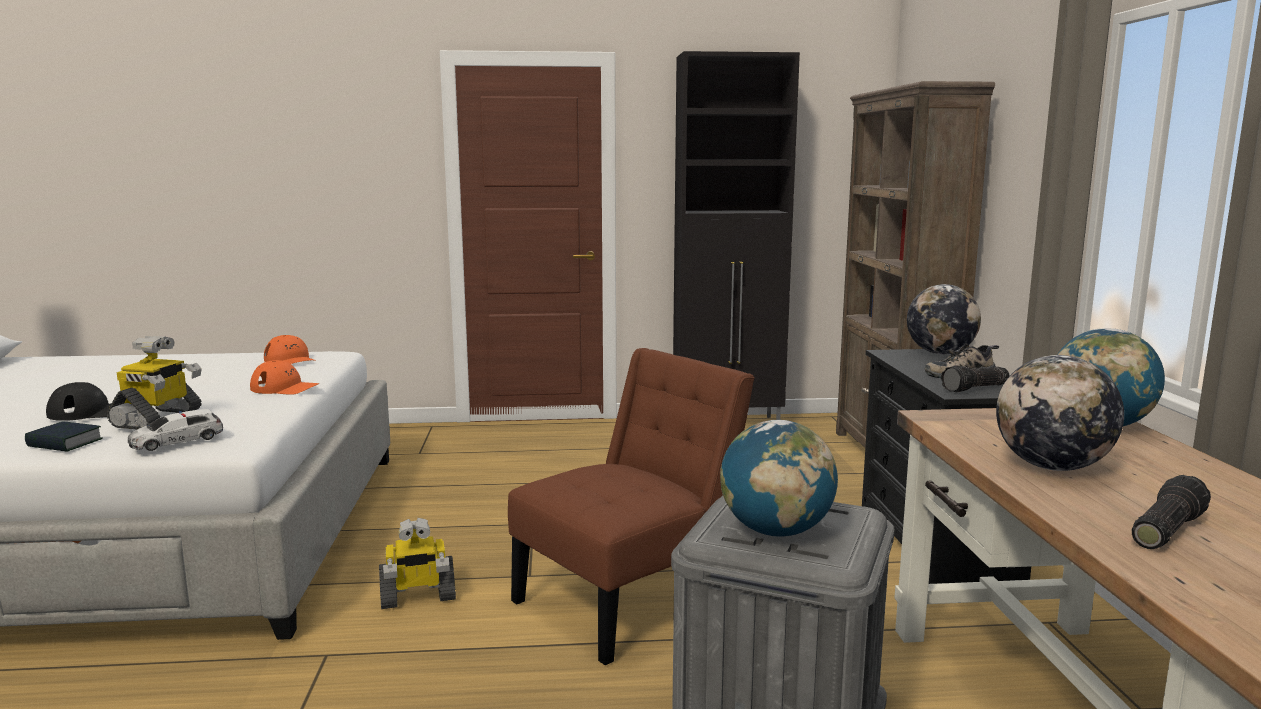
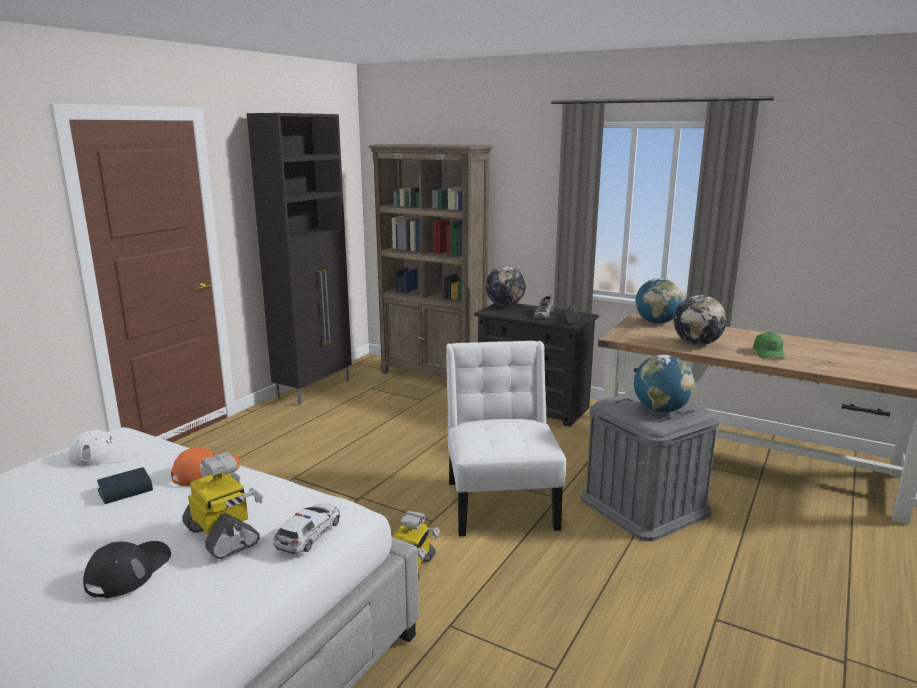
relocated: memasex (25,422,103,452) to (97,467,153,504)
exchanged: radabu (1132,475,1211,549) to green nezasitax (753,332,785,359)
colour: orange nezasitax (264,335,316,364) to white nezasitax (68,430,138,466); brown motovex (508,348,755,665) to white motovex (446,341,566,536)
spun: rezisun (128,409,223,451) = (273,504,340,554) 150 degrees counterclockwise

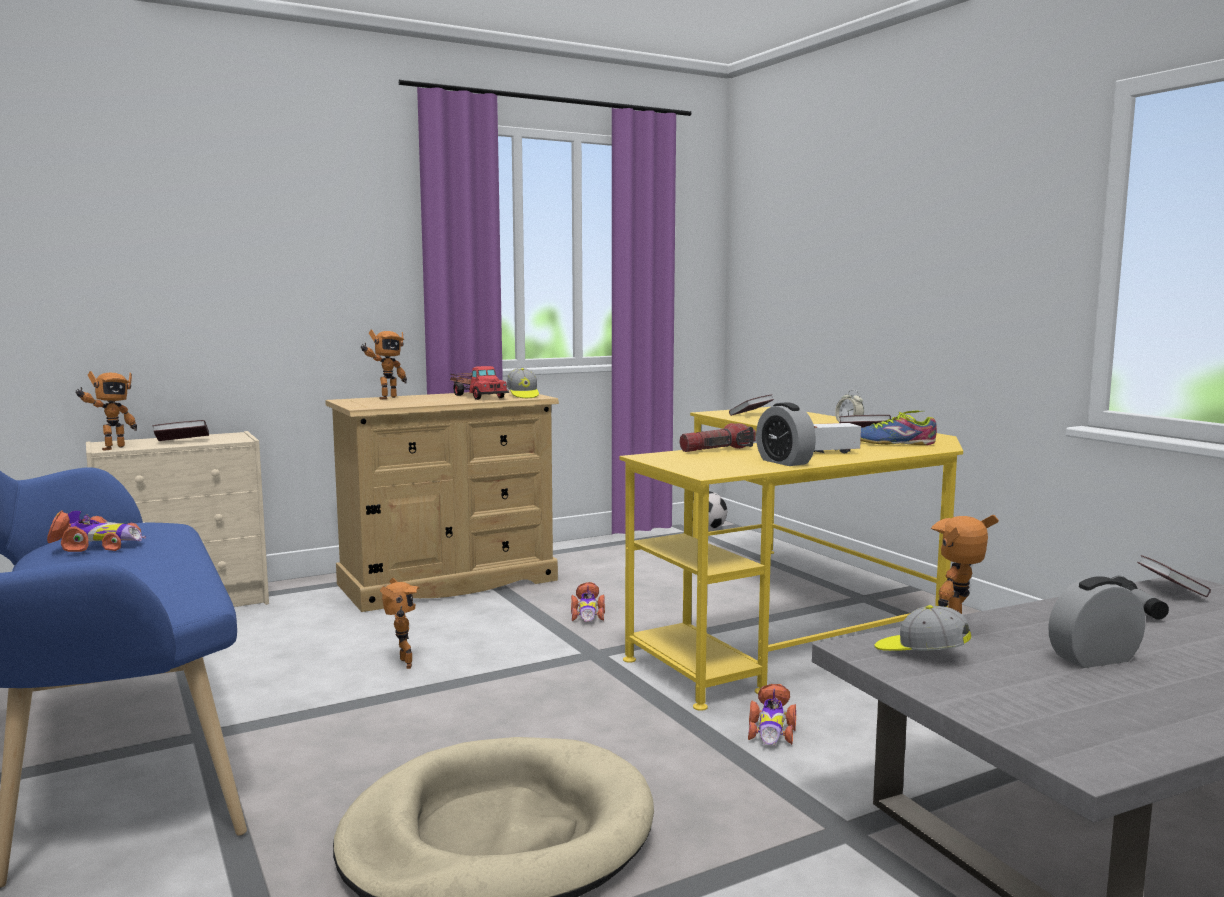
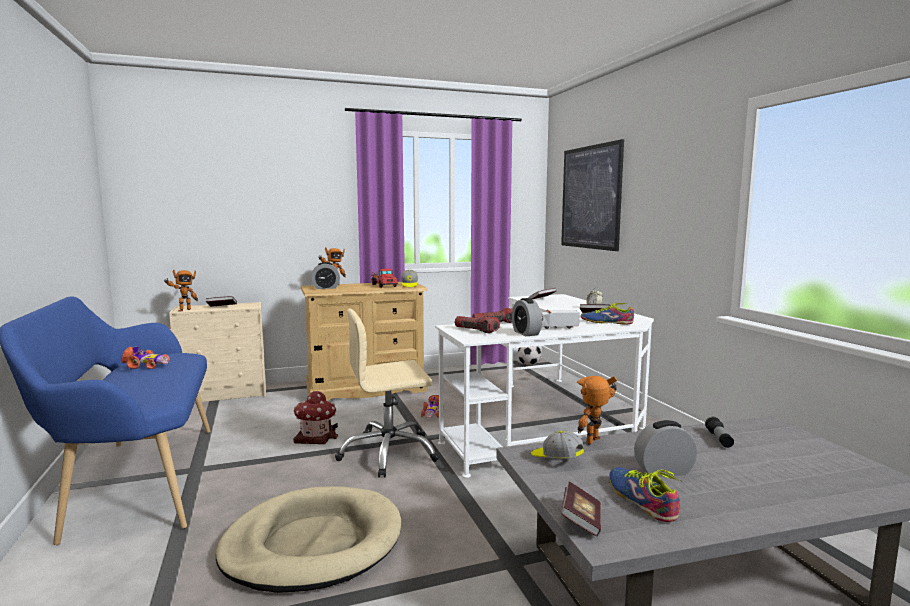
missing: rezisun (748,684,796,746)
appeared: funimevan (311,262,340,289); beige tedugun (335,309,440,477); radabu (455,316,500,333); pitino (561,139,624,251); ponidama (609,467,681,522)
relocated: memasex (1137,555,1211,597) to (561,482,601,536)
exchanged: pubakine (380,578,419,669) to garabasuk (294,391,338,444)
colour: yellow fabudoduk (619,407,963,711) to white fabudoduk (435,294,654,478)

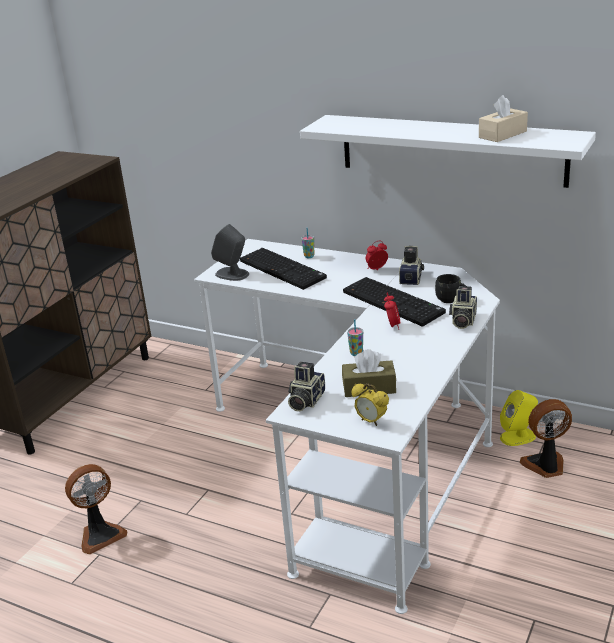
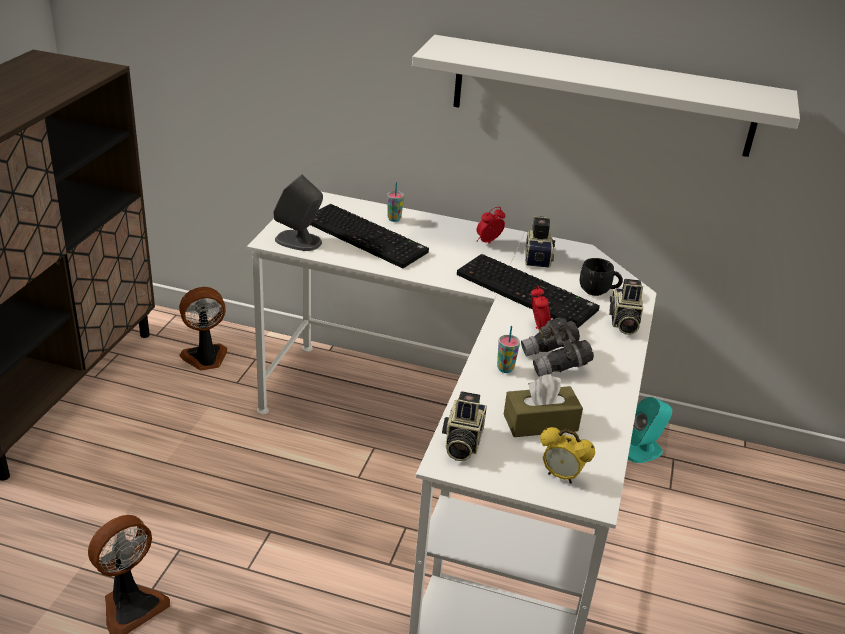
missing: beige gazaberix (479,95,528,142)
appeared: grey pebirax (521,318,594,377)
relocated: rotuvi (520,399,572,478) to (179,287,227,371)
colour: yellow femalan (500,390,538,446) to turquoise femalan (628,397,672,463)

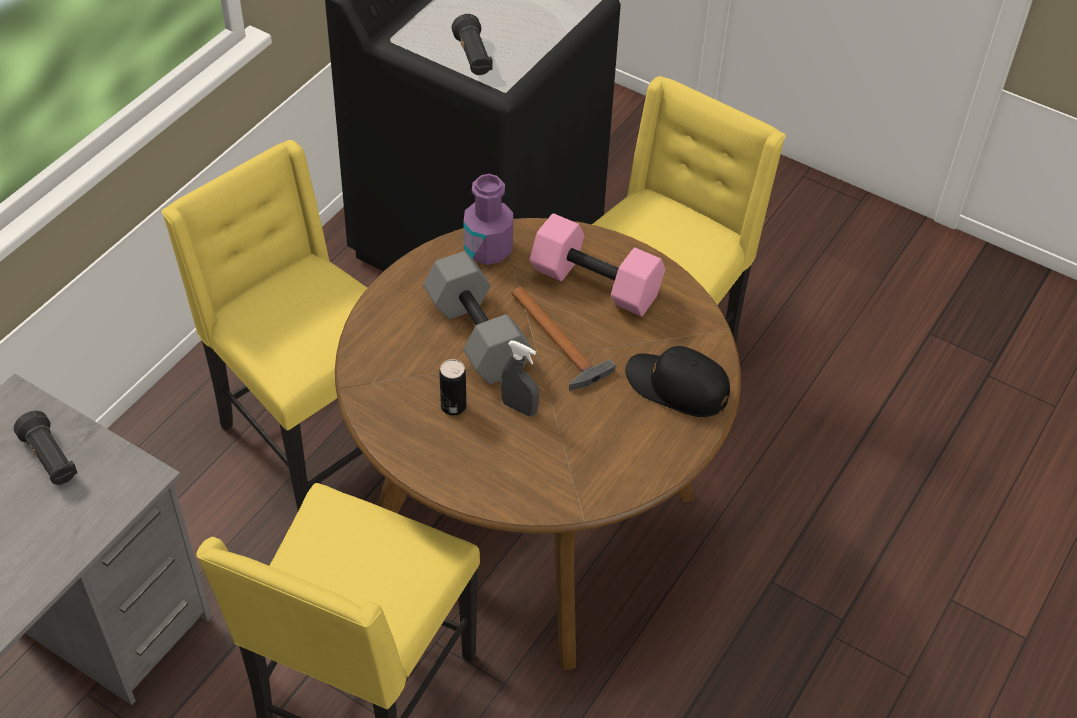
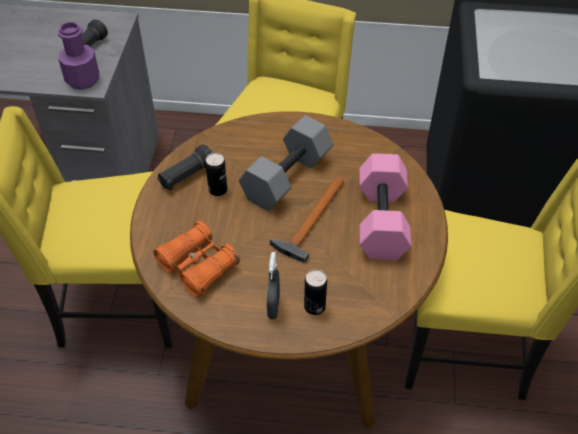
appeared: orange pebirax (153,221,240,297)
relocated: black radabu (452,14,493,75) to (158,144,213,190); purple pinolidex (463,174,513,265) to (58,22,99,90); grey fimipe (500,341,539,416) to (267,252,280,319)
exchanged: black nezasitax (625,346,730,417) to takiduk (304,269,327,315)

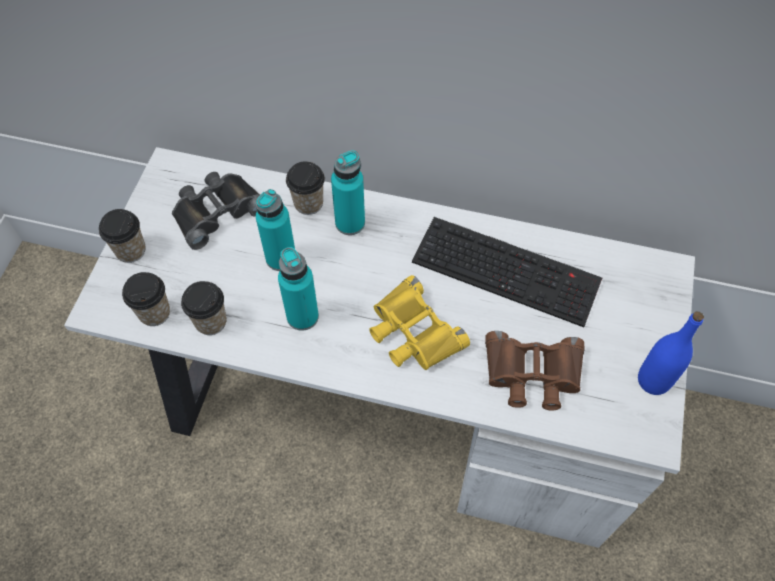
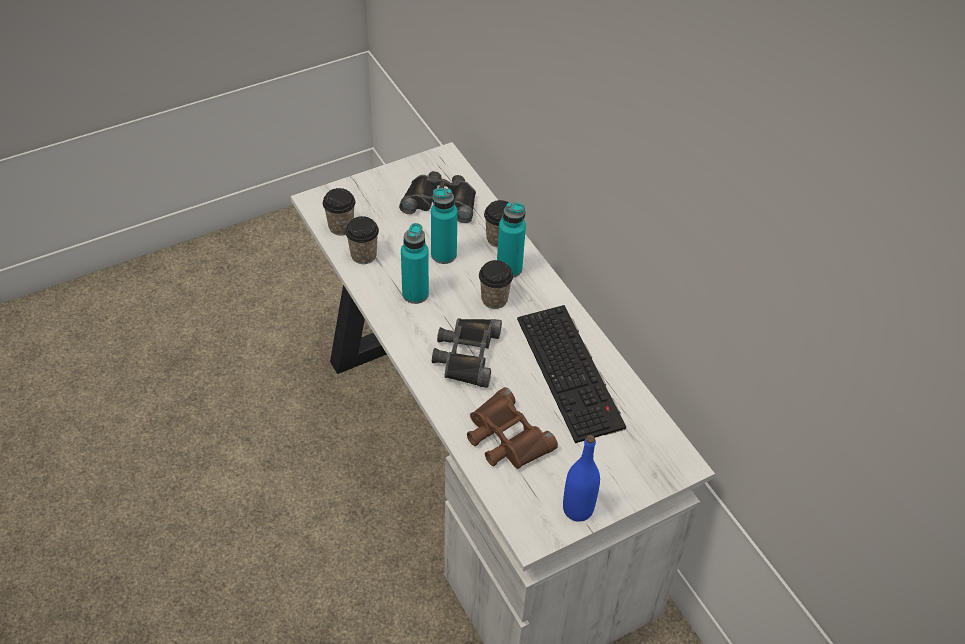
relocated: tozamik (99,209,146,263) to (479,260,513,309)
colour: yellow pebirax (369,275,470,370) to black pebirax (432,318,502,388)

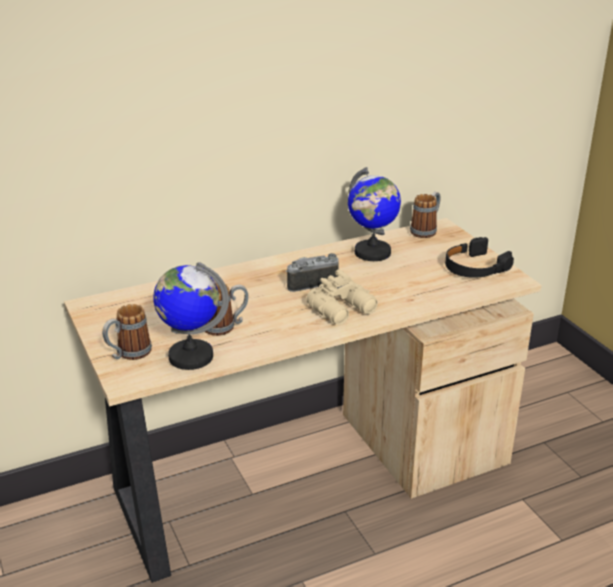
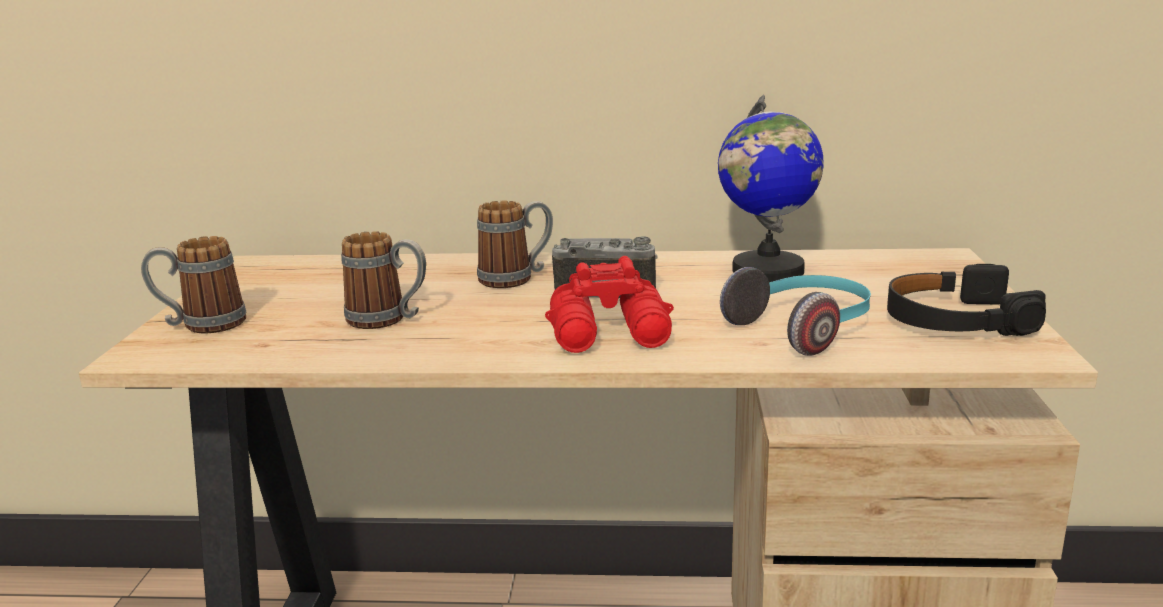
missing: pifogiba (153,262,229,370)
appeared: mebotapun (720,267,871,356)
relocated: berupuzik (410,192,441,238) to (477,200,553,288)
colour: beige pebirax (306,269,378,325) to red pebirax (545,256,674,353)

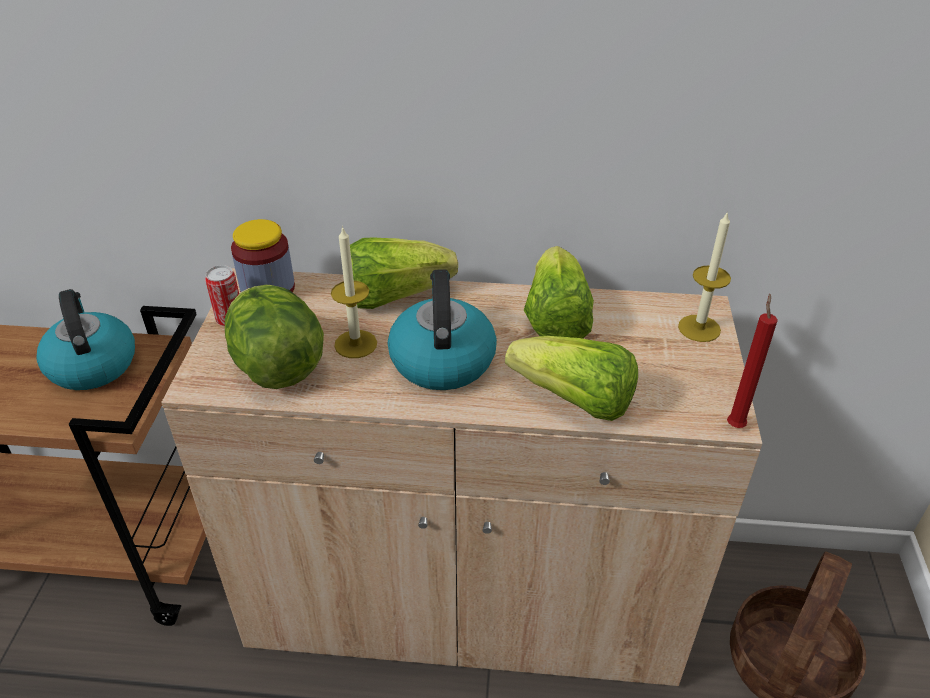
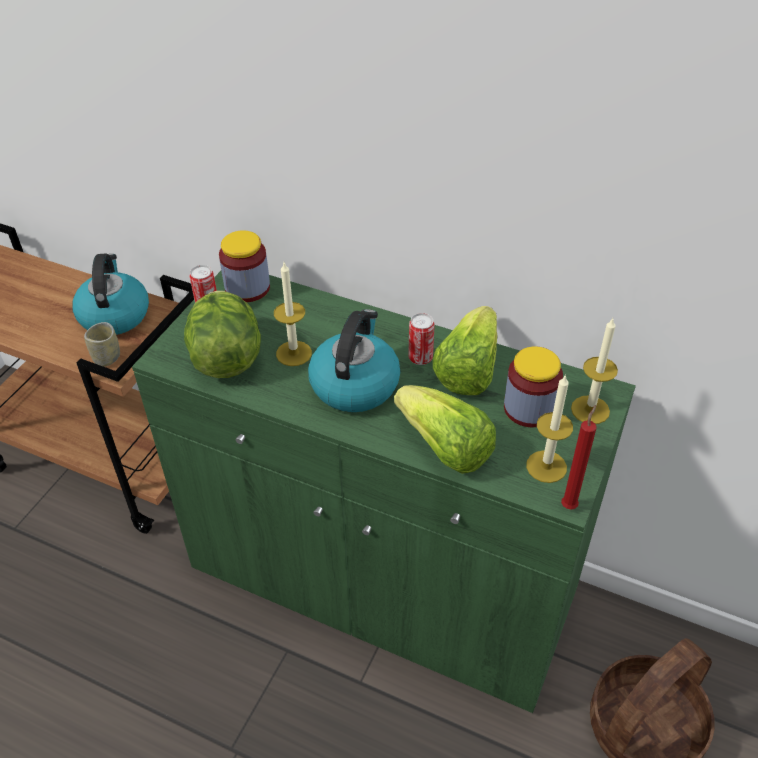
missing: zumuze (350,237,458,309)
appeared: tozamik (84,322,120,367); takiduk (408,313,435,365); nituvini (504,346,563,427); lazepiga (526,374,573,483)
colour: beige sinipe (161,268,762,686) to green sinipe (132,271,636,713)

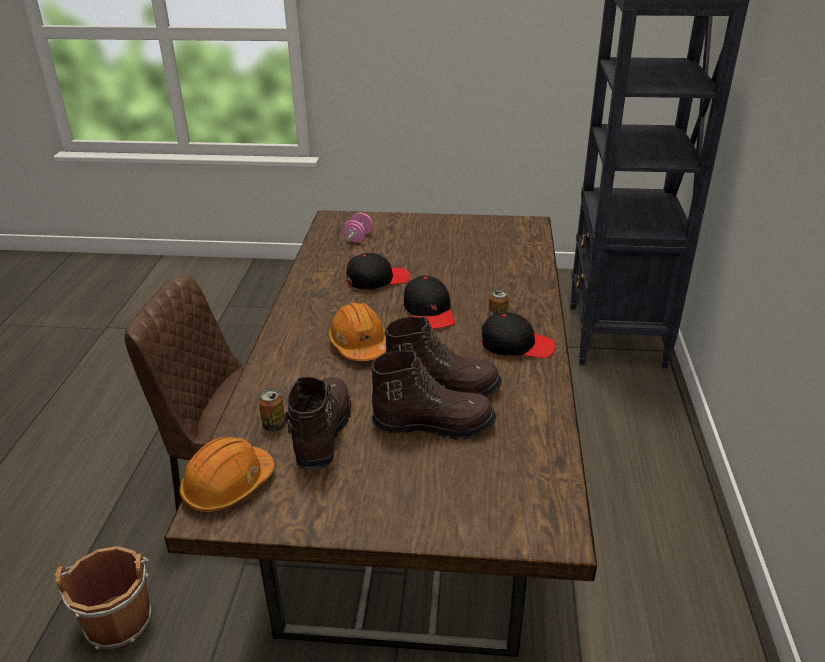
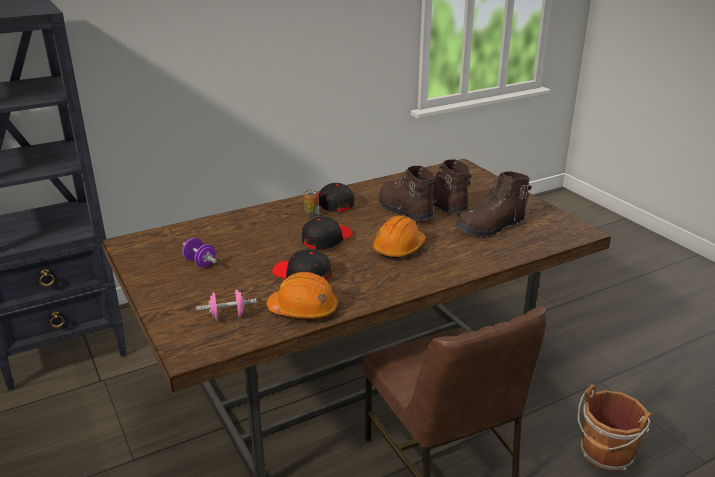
missing: takiduk (259,389,286,432)
appeared: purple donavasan (182,238,217,268)
relocated: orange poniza (179,436,275,512) to (266,272,338,319)

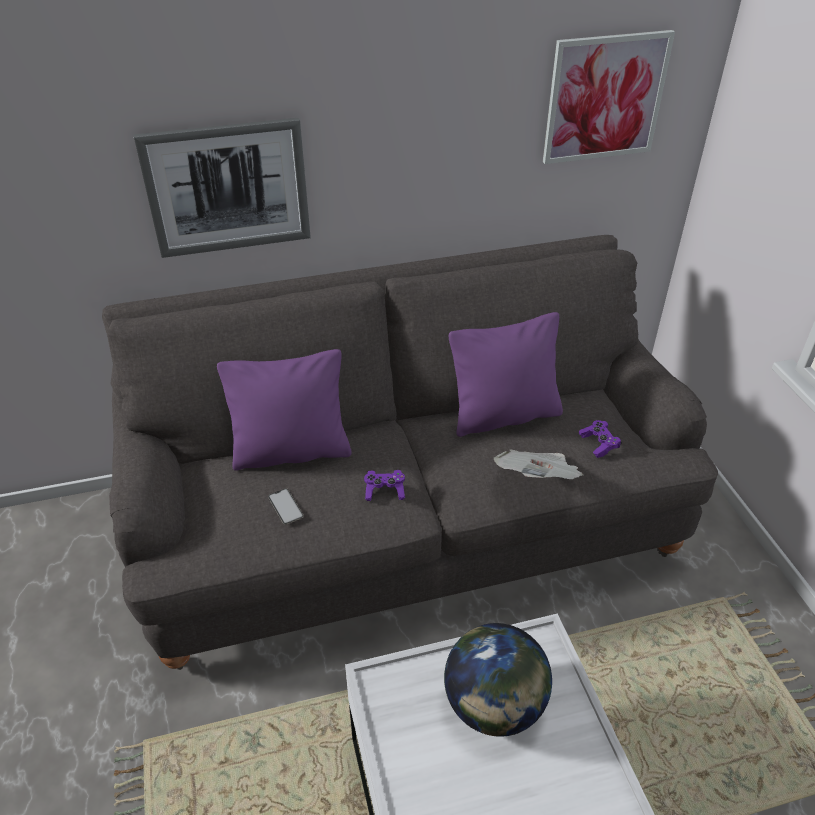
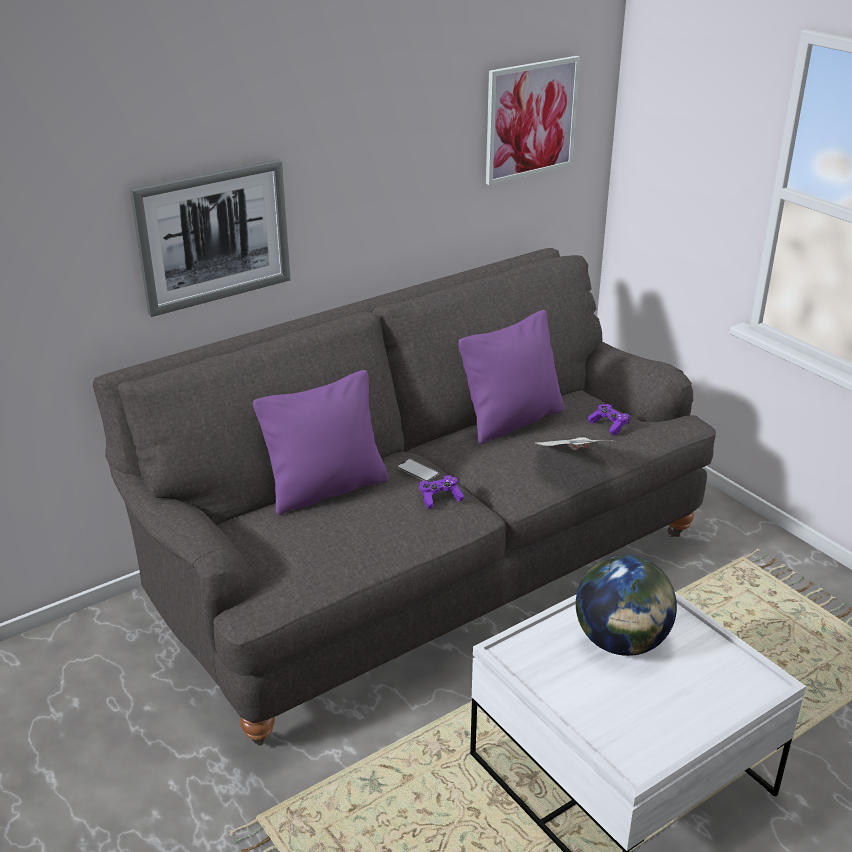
relocated: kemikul (268,488,304,525) to (397,458,439,482)

